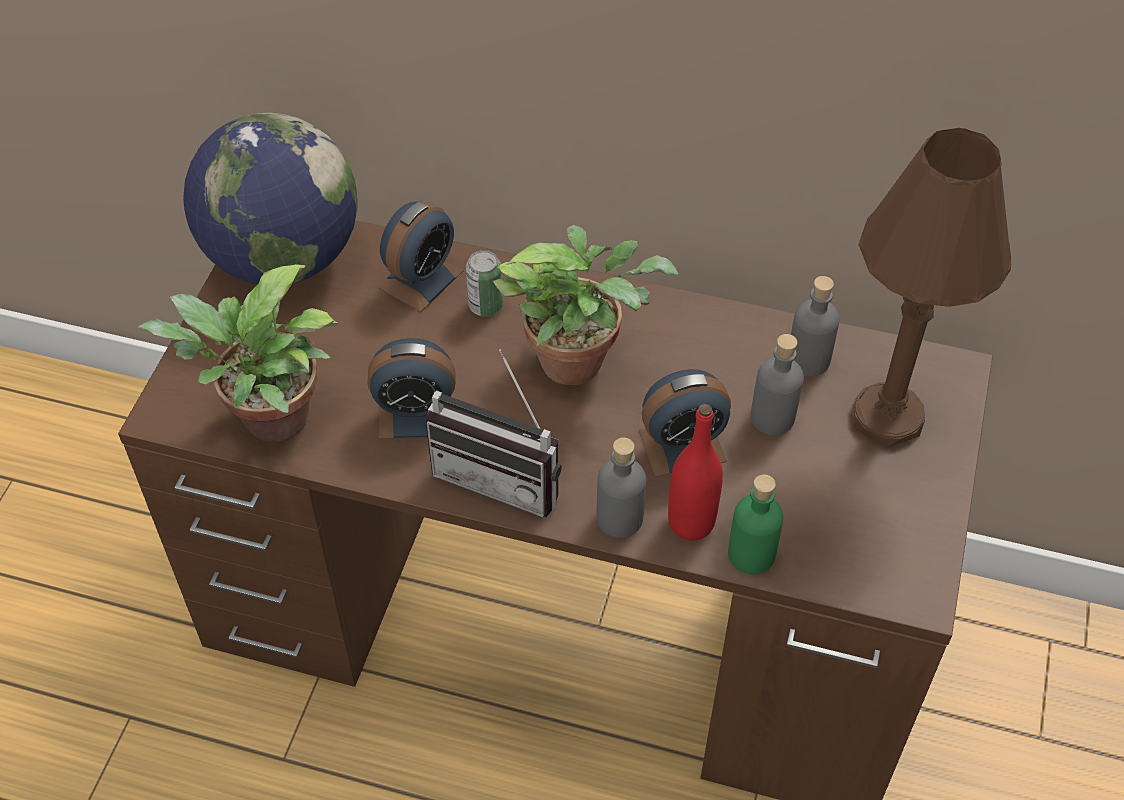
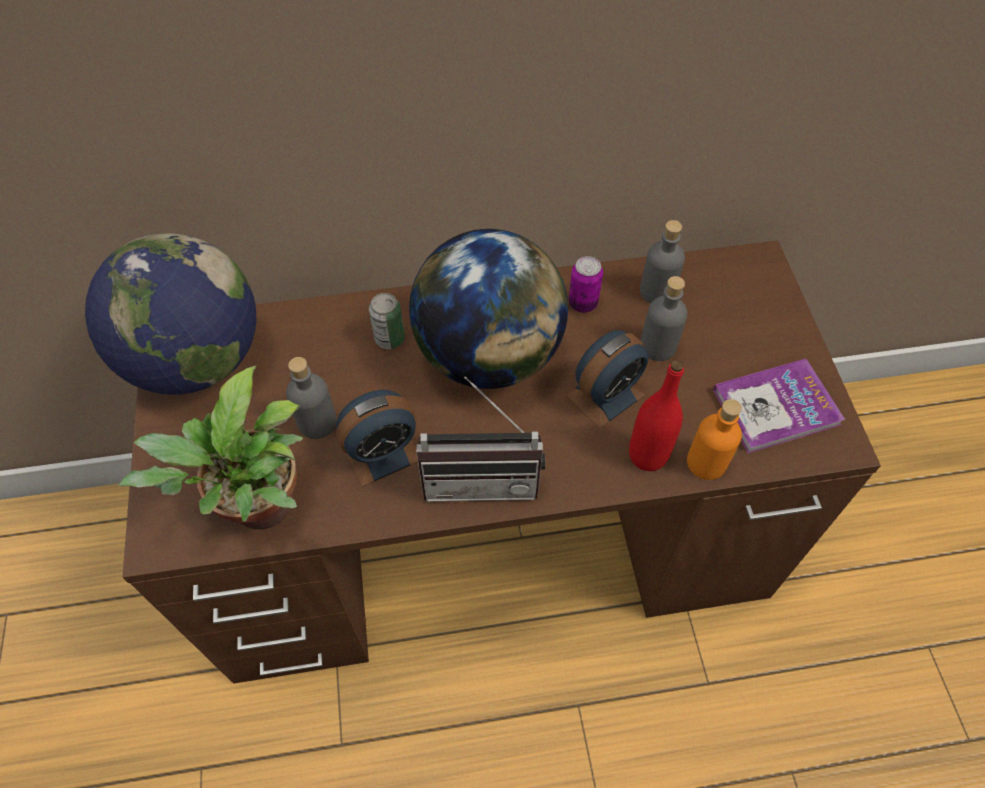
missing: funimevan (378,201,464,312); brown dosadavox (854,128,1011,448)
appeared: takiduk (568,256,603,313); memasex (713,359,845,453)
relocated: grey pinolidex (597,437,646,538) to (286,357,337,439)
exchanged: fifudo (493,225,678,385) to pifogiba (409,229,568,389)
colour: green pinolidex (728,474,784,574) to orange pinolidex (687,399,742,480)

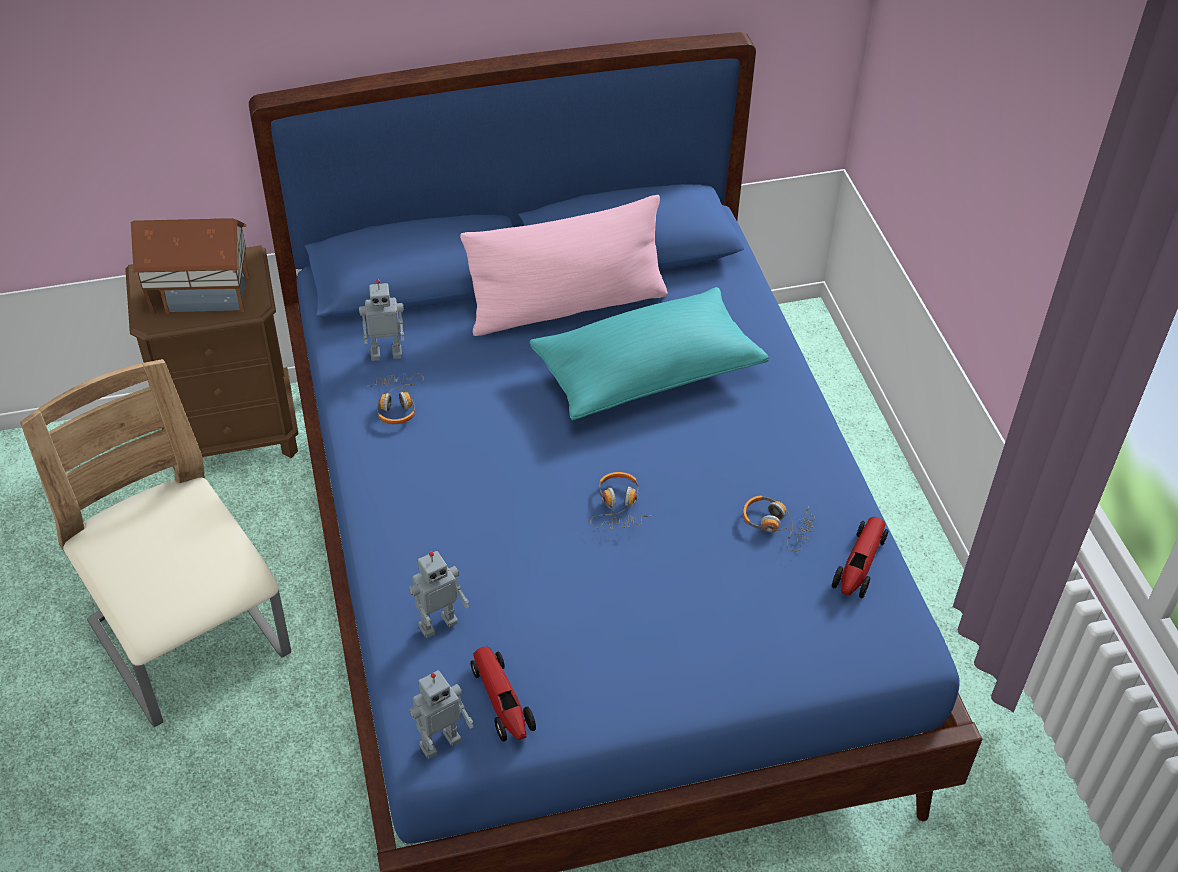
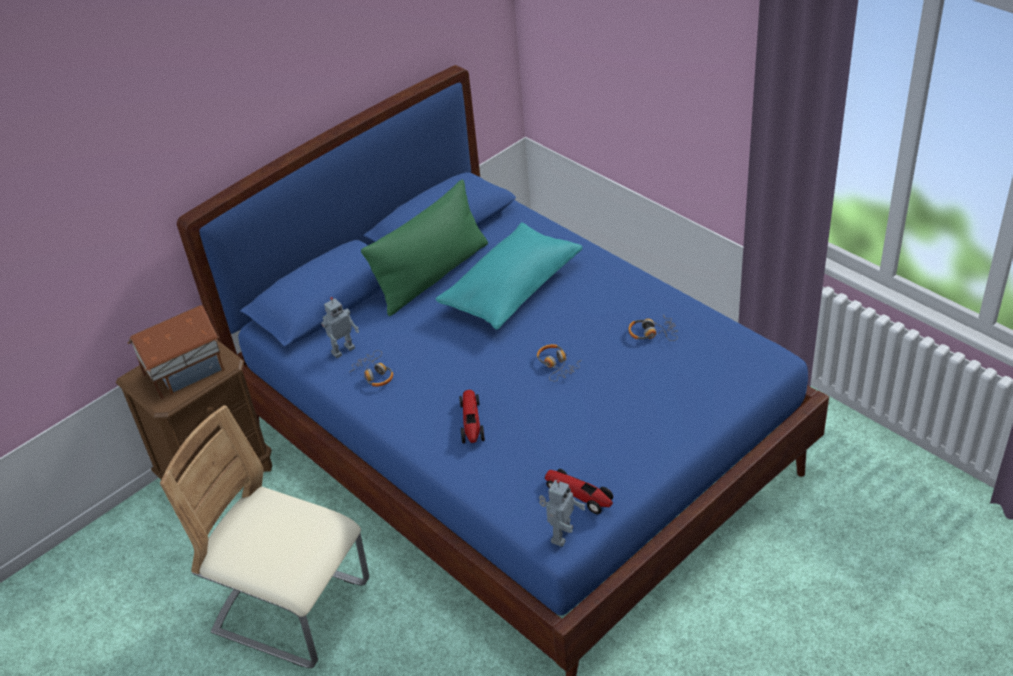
missing: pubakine (409,551,469,638)
relocated: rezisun (832,517,888,598) to (459,390,485,443)
colour: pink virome (460,195,668,336) to green virome (361,179,488,316)

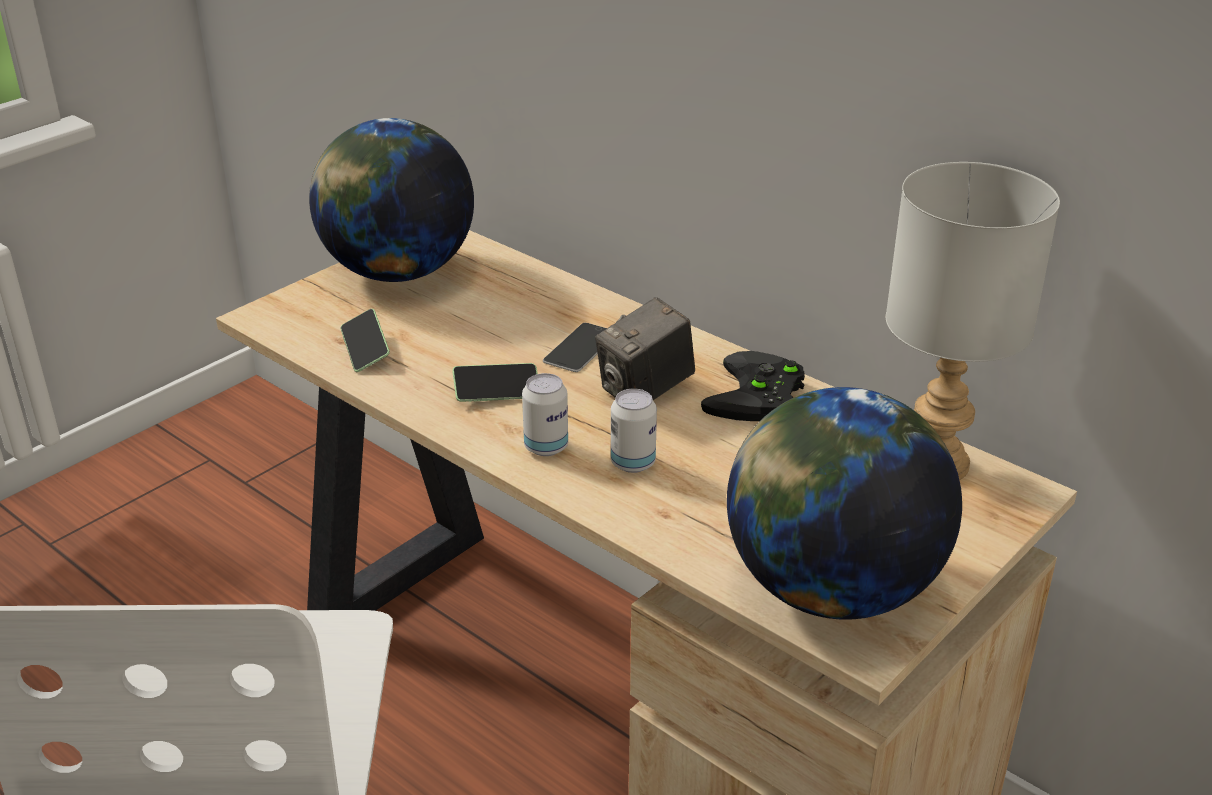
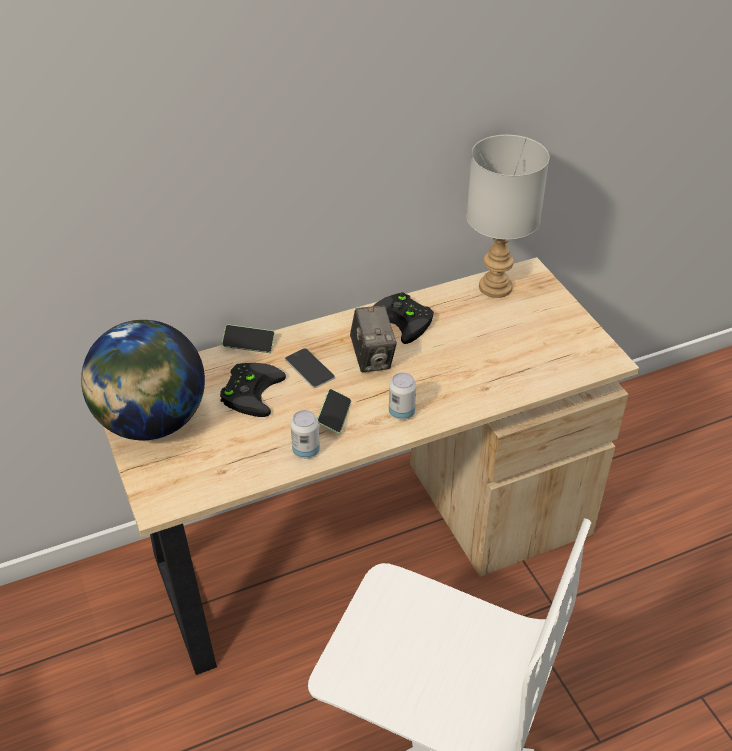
missing: pifogiba (727,387,962,620)
appeared: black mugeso (220,363,286,417)
relocated: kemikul (340,309,390,372) to (222,324,275,353); takiduk (611,388,657,473) to (290,410,320,459)

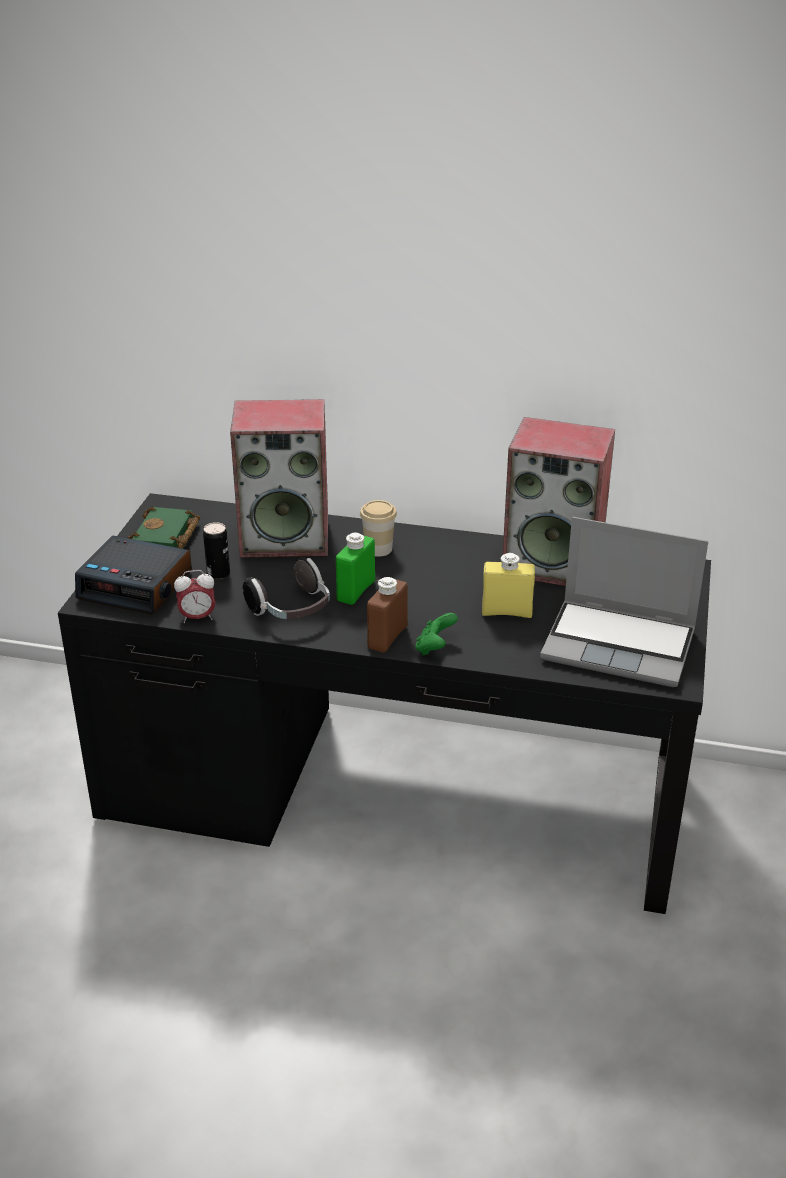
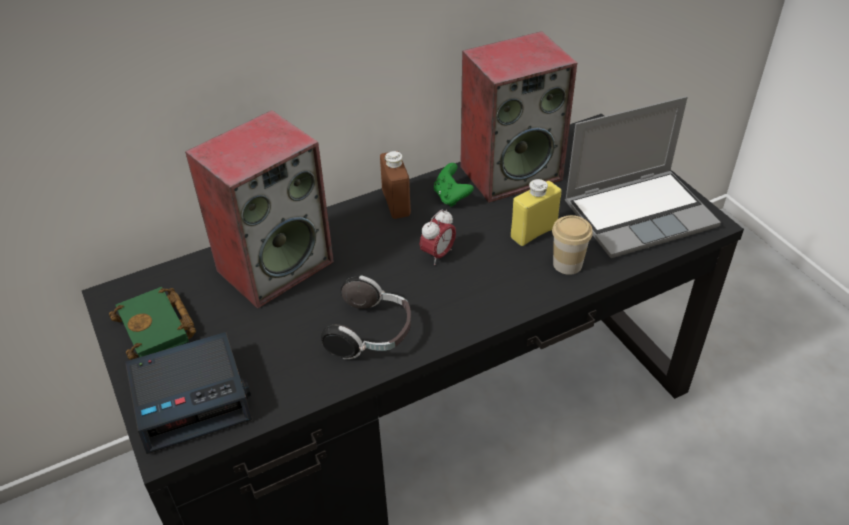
missing: takiduk (203,522,230,579); green pinolidex (336,533,375,605)
relocated: funimevan (174,570,215,623) to (420,209,456,265); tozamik (360,500,397,557) to (552,215,593,275); brown pinolidex (367,577,408,653) to (380,151,411,219); green mugeso (415,613,458,656) to (434,163,474,207)

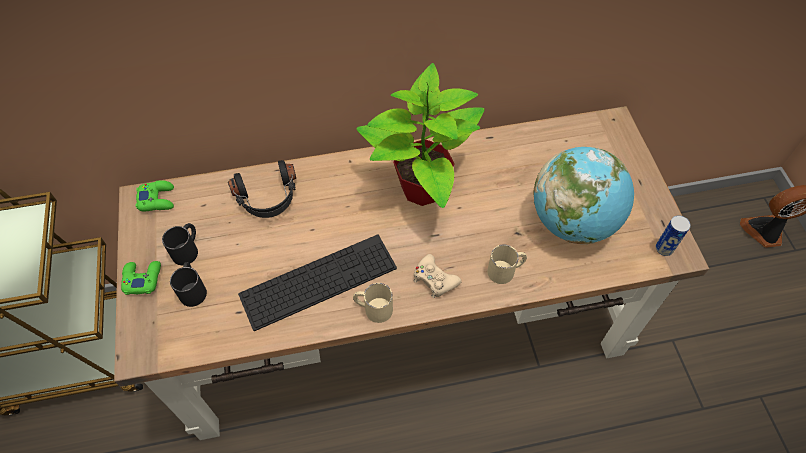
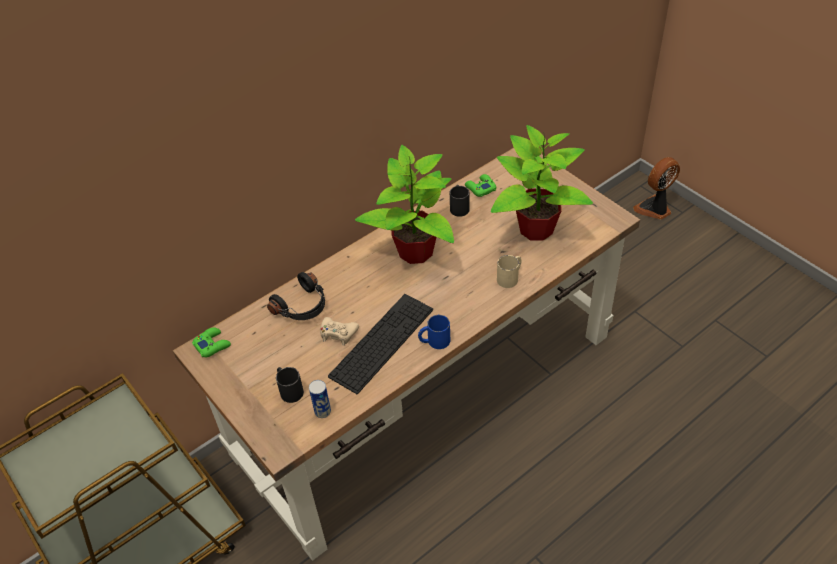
relocated: green mugeso (121,261,161,295) to (465,174,496,197); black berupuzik (162,223,198,265) to (450,185,469,217); beige mugeso (414,254,462,298) to (320,317,359,346); takiduk (656,215,691,256) to (309,380,331,418)
exchanged: pifogiba (533,147,634,244) to fifudo (491,125,593,241)
colour: beige berupuzik (353,283,393,323) to blue berupuzik (418,315,450,349)

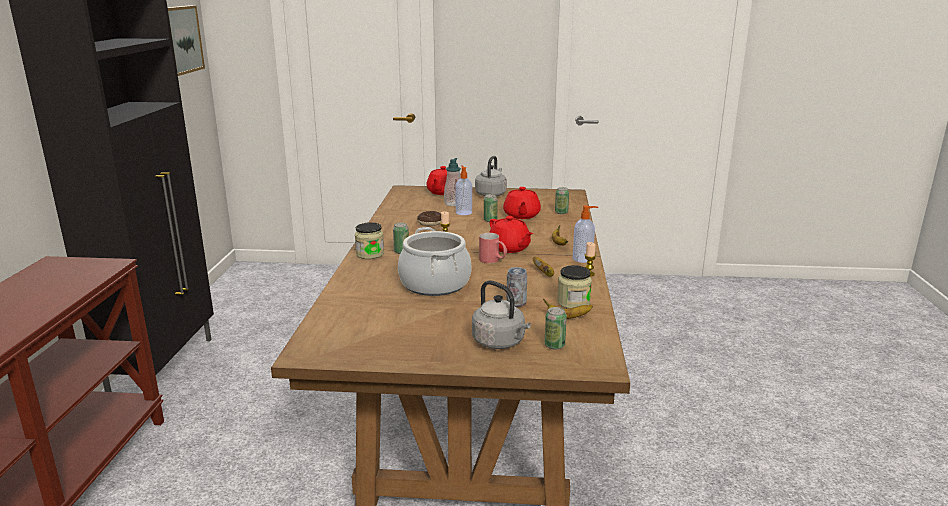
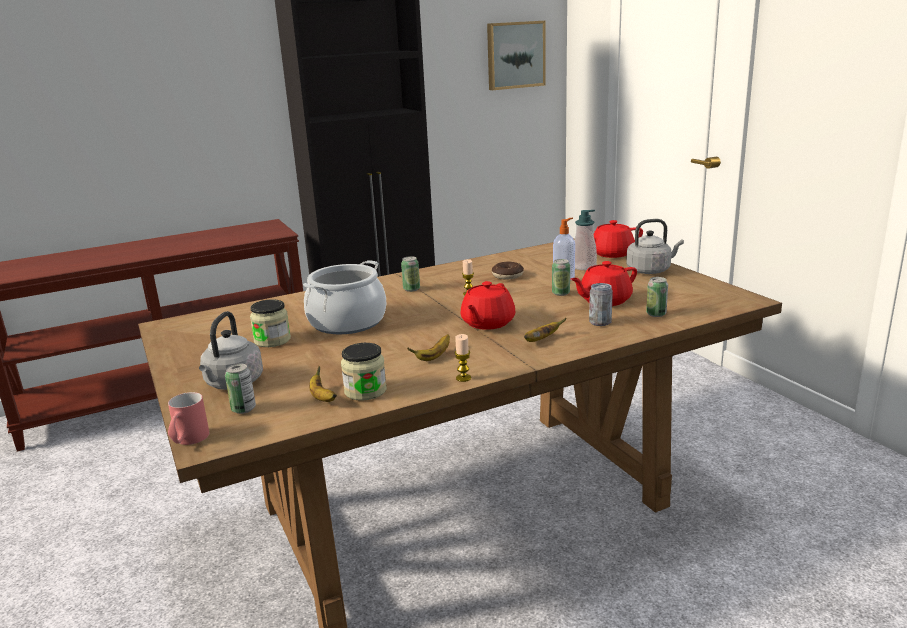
missing: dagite (573,205,598,263)
relocated: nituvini (355,222,384,259) to (250,299,291,347); red berupuzik (479,233,507,263) to (168,392,209,445); takiduk (506,267,527,307) to (589,283,613,326)

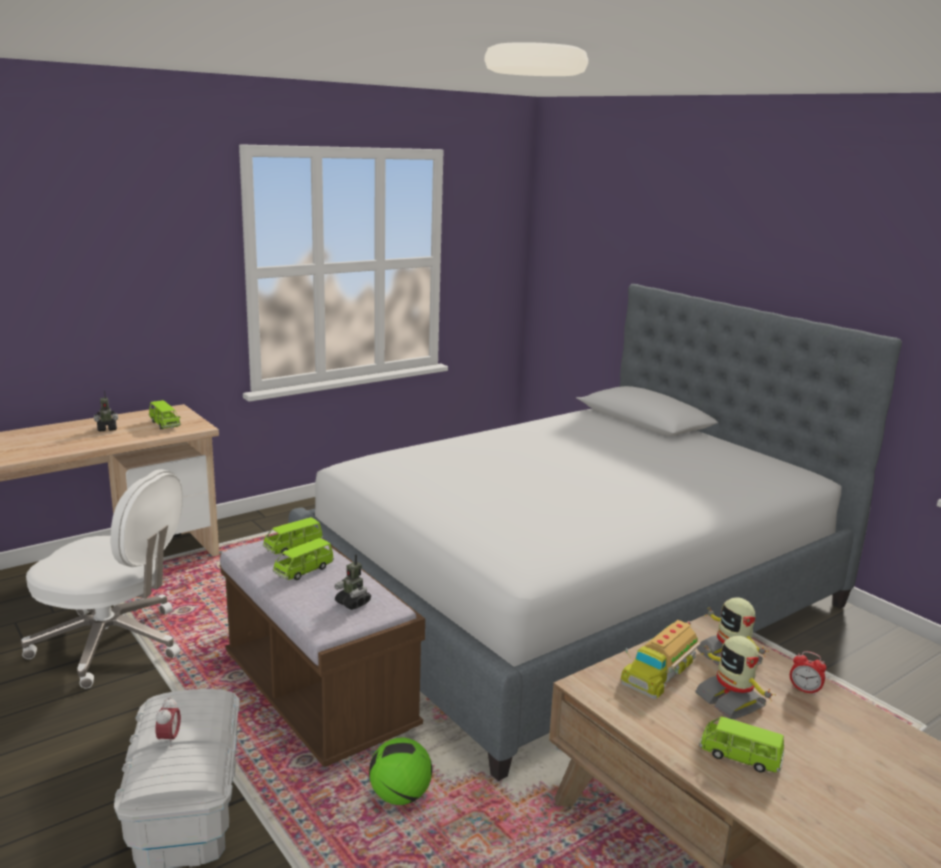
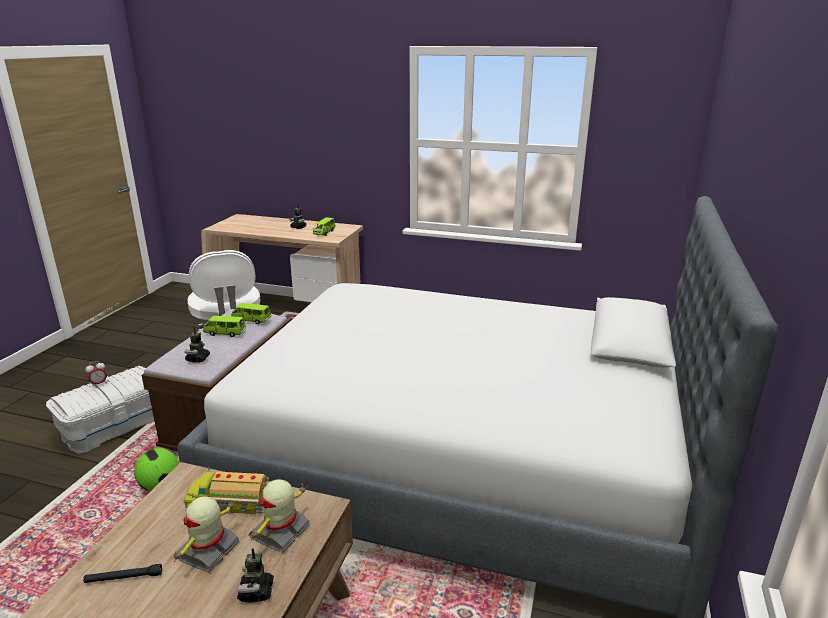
exchanged: green rezisun (699,717,784,773) to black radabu (83,564,162,583); funimevan (790,651,826,695) to pubakine (237,548,274,602)

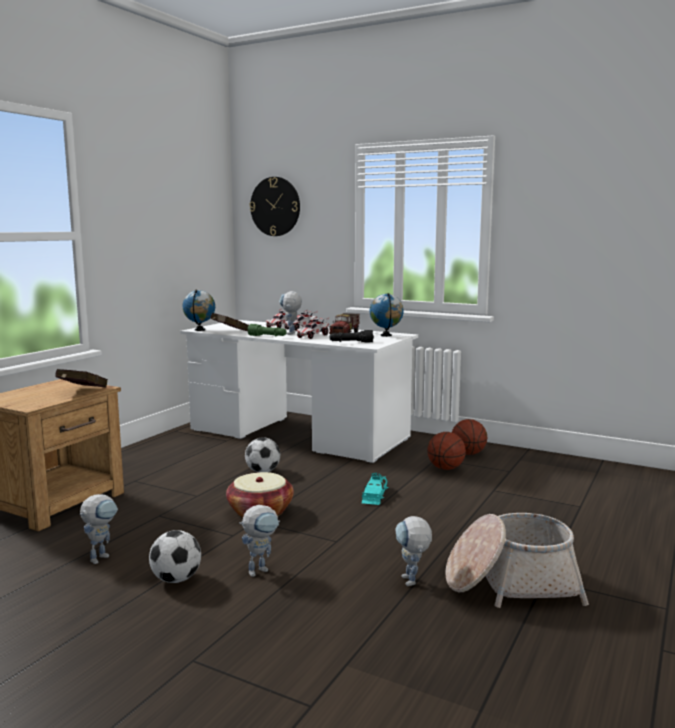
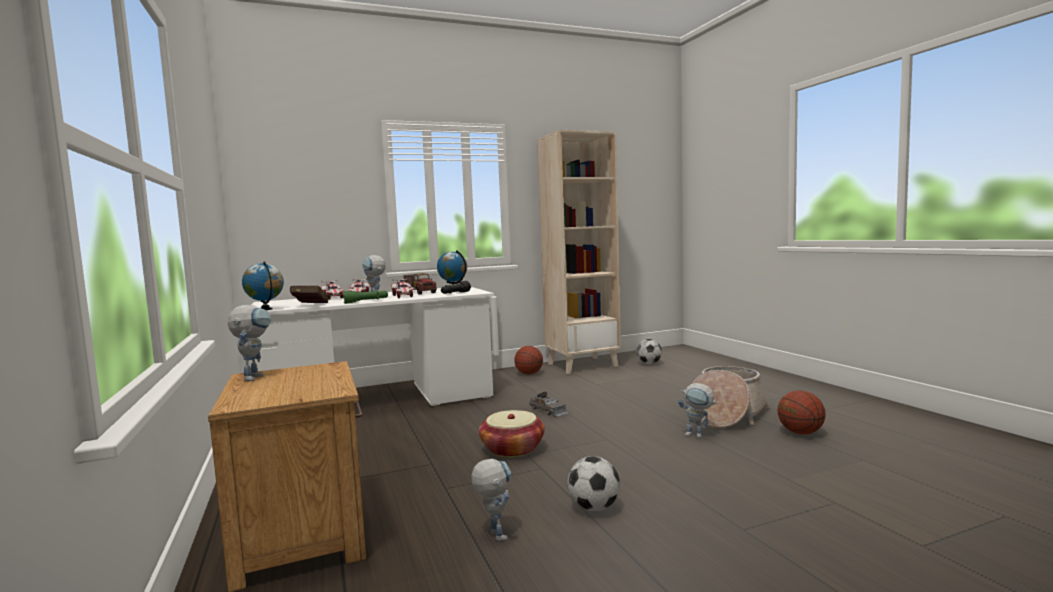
missing: red memasex (55,369,108,388); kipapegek (249,177,300,236)
appeared: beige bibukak (537,130,621,374)
relocated: pubakine (239,505,280,577) to (228,305,271,381); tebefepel (245,437,280,472) to (636,339,662,365); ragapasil (427,432,466,470) to (777,391,826,434)
colour: turquoise rezisun (362,473,388,505) to grey rezisun (529,392,568,417)

